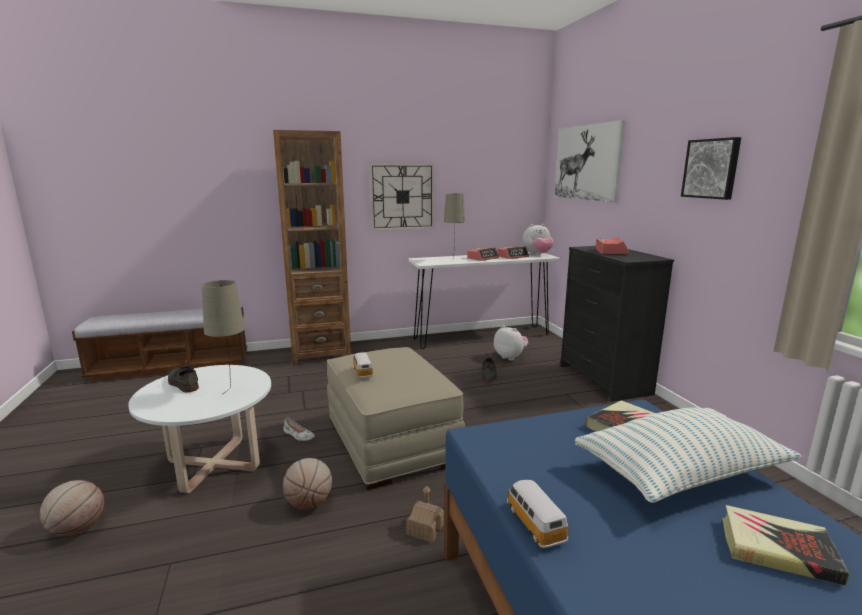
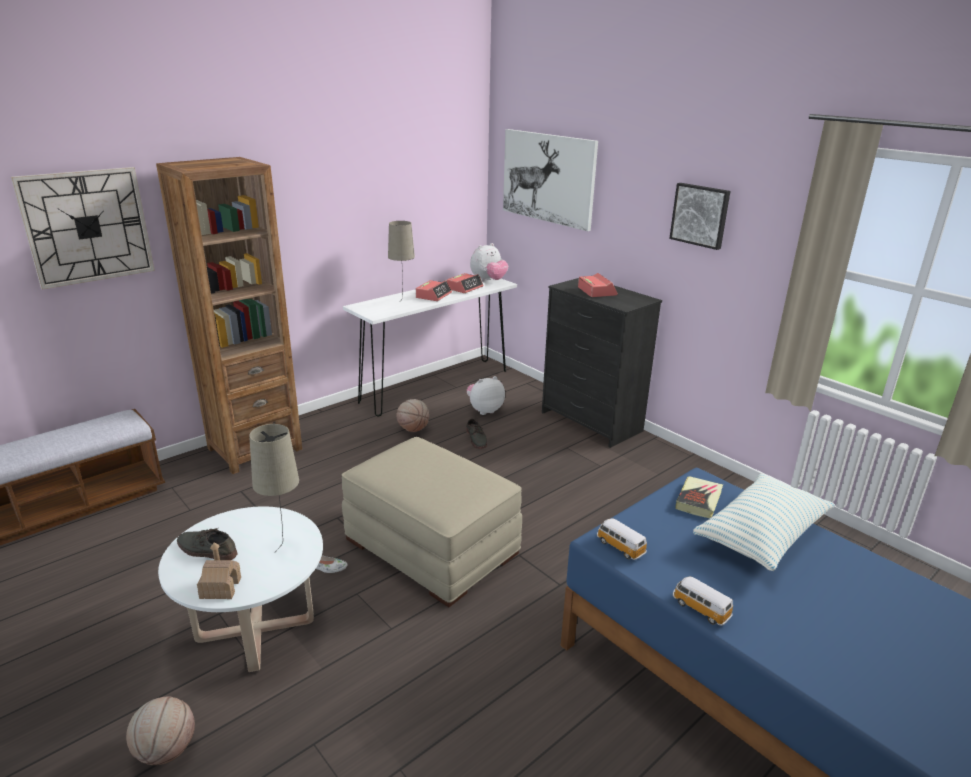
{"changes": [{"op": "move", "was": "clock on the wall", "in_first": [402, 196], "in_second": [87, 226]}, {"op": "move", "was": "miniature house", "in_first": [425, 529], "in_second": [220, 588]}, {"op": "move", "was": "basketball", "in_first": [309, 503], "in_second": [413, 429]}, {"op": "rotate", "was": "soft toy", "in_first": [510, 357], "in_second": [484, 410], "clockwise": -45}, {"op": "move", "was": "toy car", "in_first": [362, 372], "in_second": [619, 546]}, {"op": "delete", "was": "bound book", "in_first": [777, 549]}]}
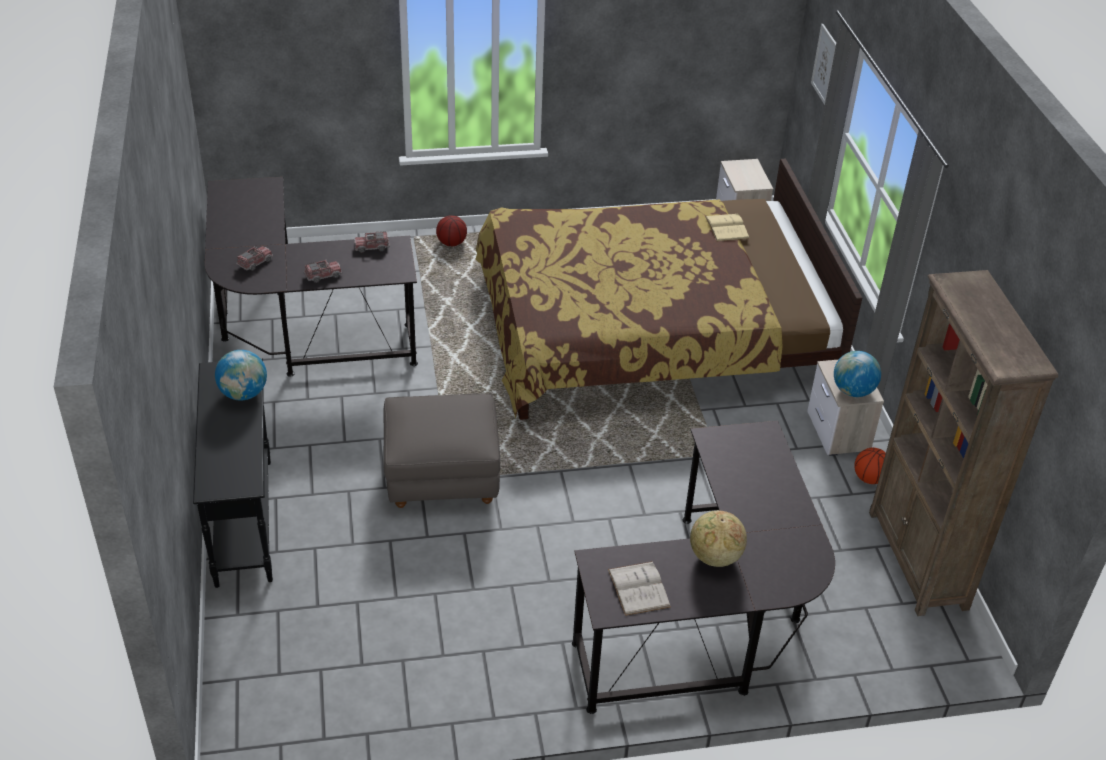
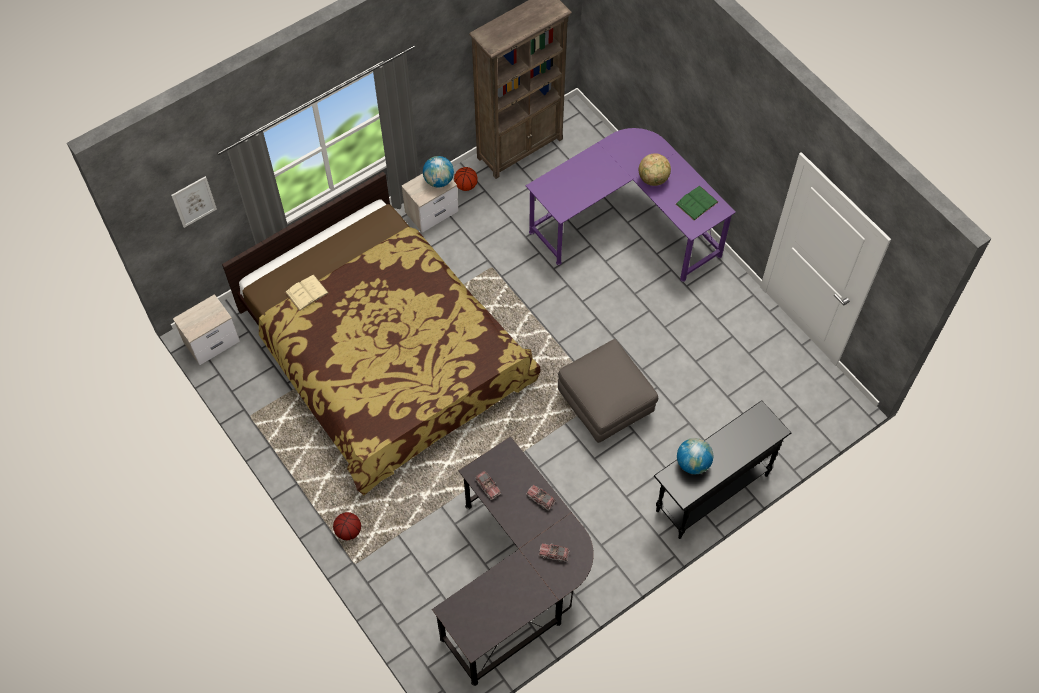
{"changes": [{"op": "recolor", "was": "desk table (black-coloured)", "now": "desk table (purplish)", "in_first": [710, 621], "in_second": [627, 226]}, {"op": "recolor", "was": "bound book (whitish)", "now": "bound book (greenish)", "in_first": [639, 588], "in_second": [696, 203]}]}
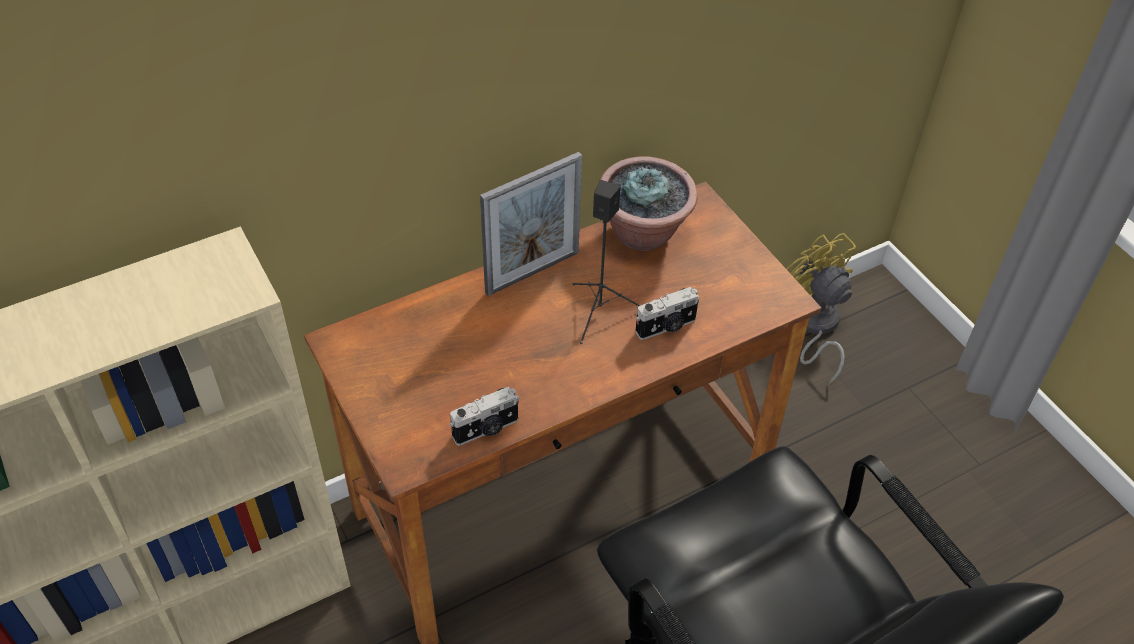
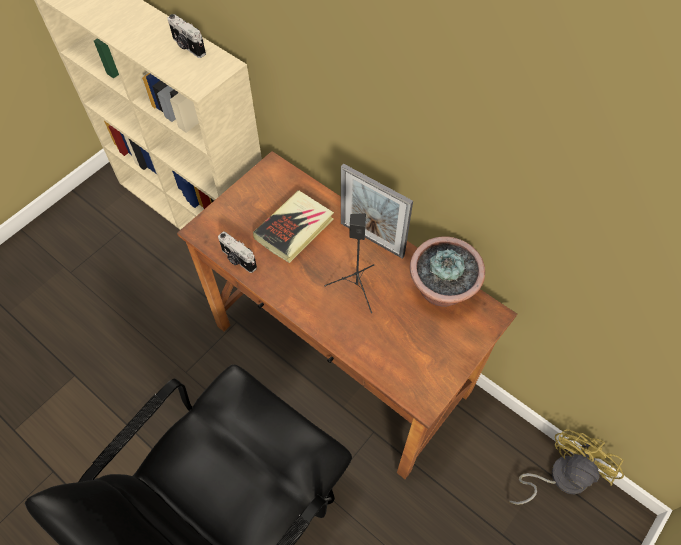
{"changes": [{"op": "move", "was": "still camera", "in_first": [666, 327], "in_second": [188, 47]}, {"op": "insert", "now": "bound book", "in_second": [294, 229]}]}
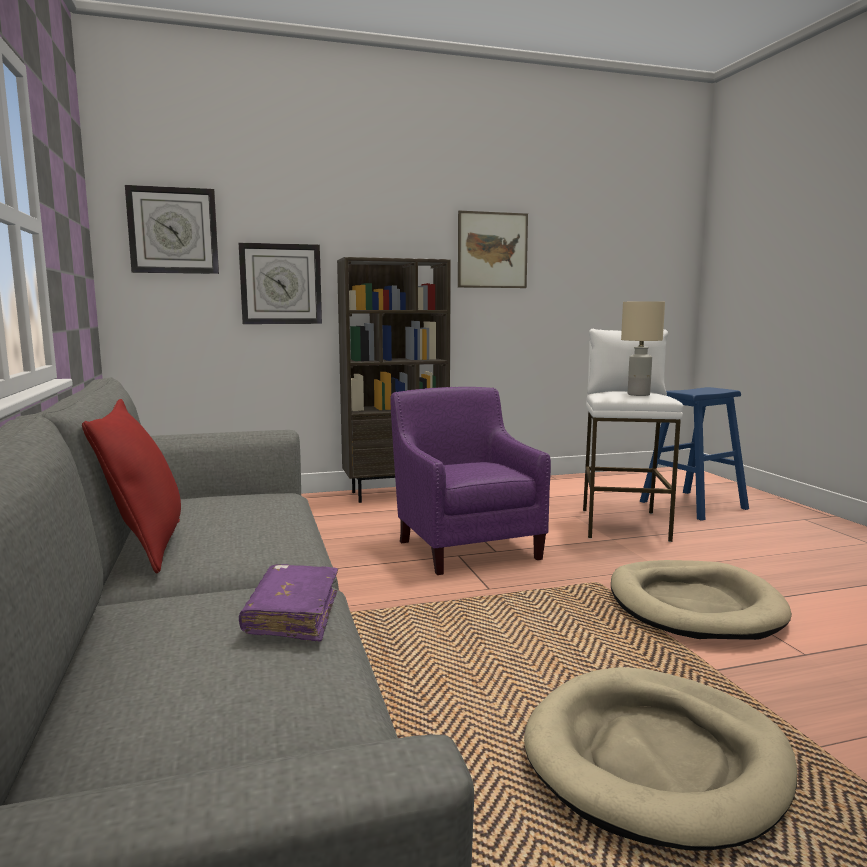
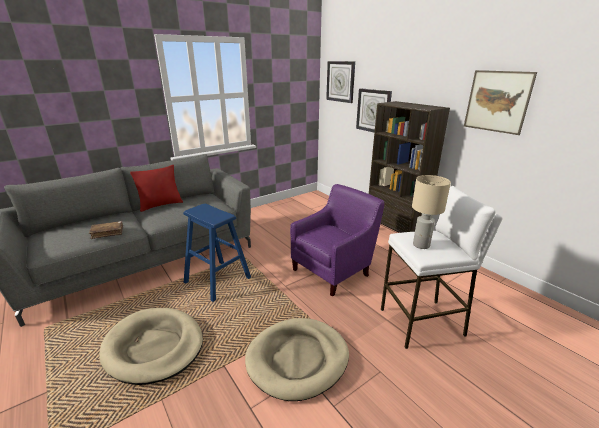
{"changes": [{"op": "recolor", "was": "bound book (purplish)", "now": "bound book (brownish)", "in_first": [293, 615], "in_second": [107, 233]}, {"op": "move", "was": "stool seat (blue)", "in_first": [693, 505], "in_second": [218, 280]}]}
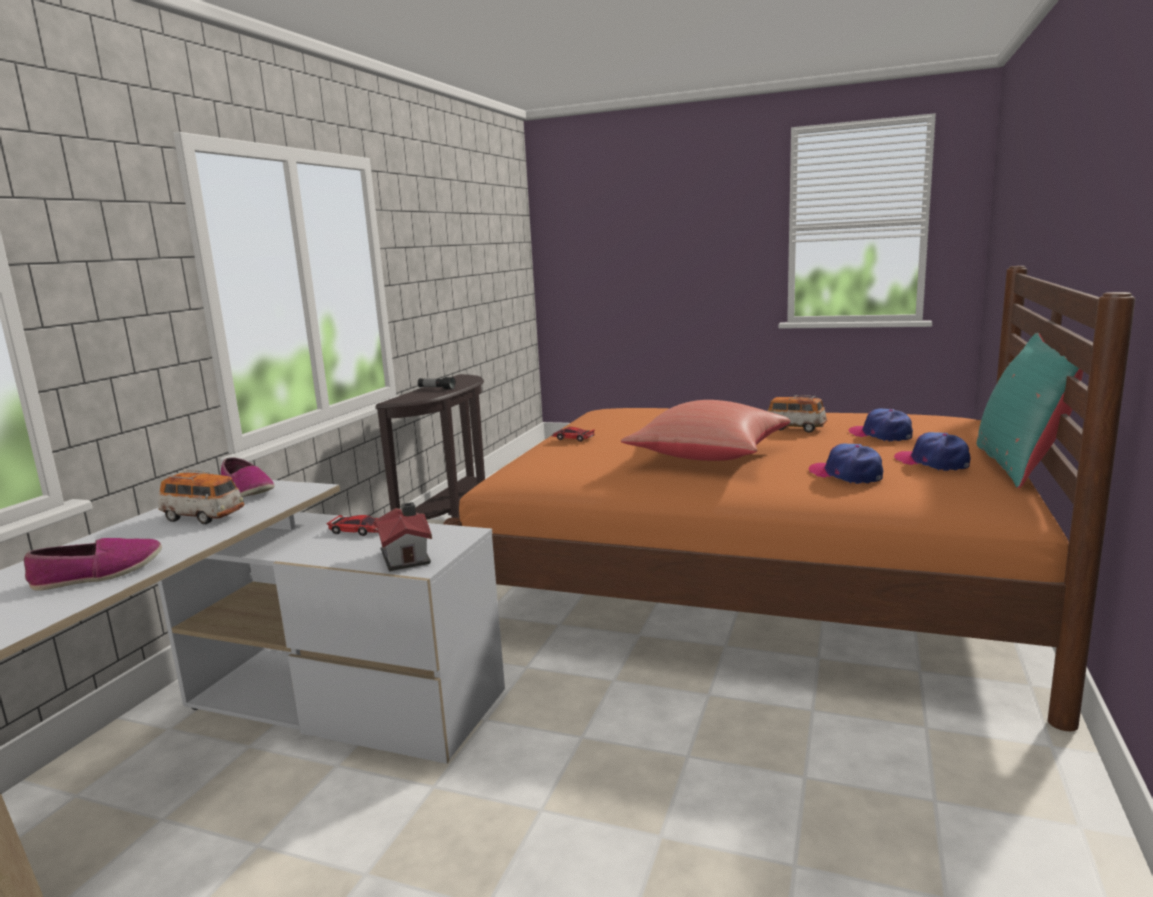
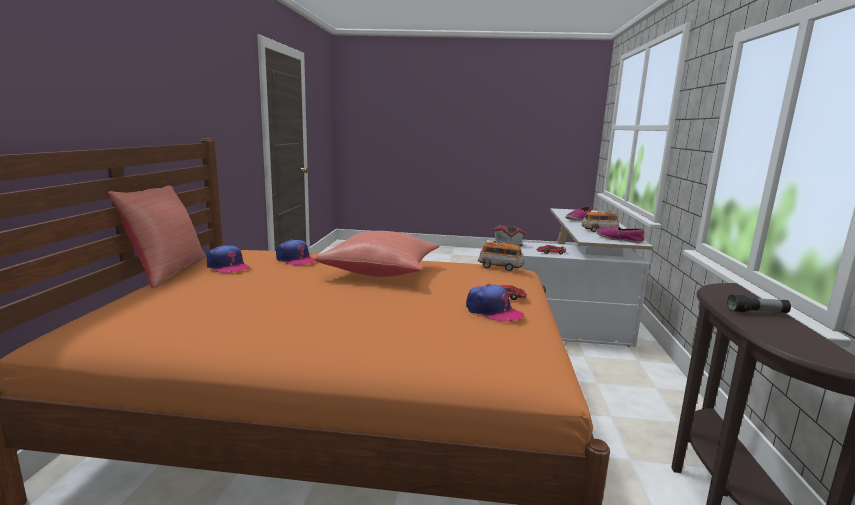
{"changes": [{"op": "recolor", "was": "throw pillow (blue-green)", "now": "throw pillow (red)", "in_first": [1020, 466], "in_second": [167, 271]}, {"op": "move", "was": "baseball cap", "in_first": [881, 435], "in_second": [493, 311]}, {"op": "move", "was": "toy car", "in_first": [795, 428], "in_second": [500, 267]}]}
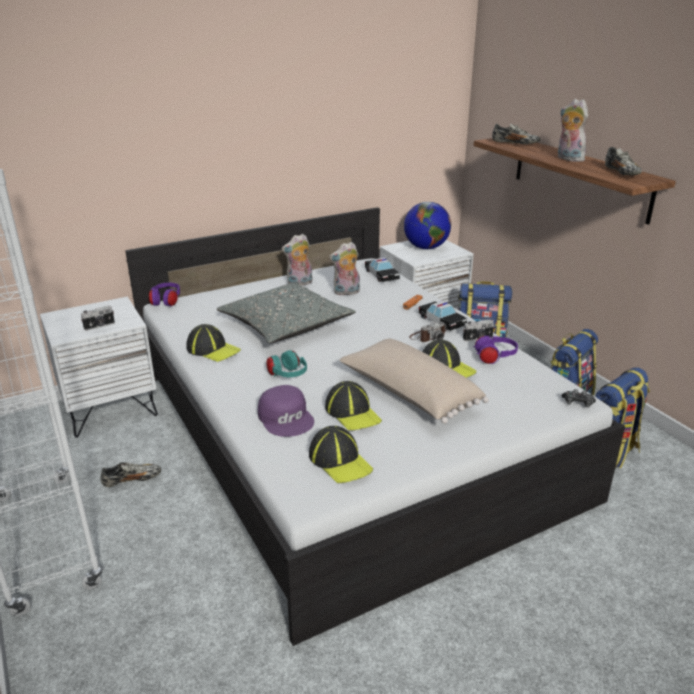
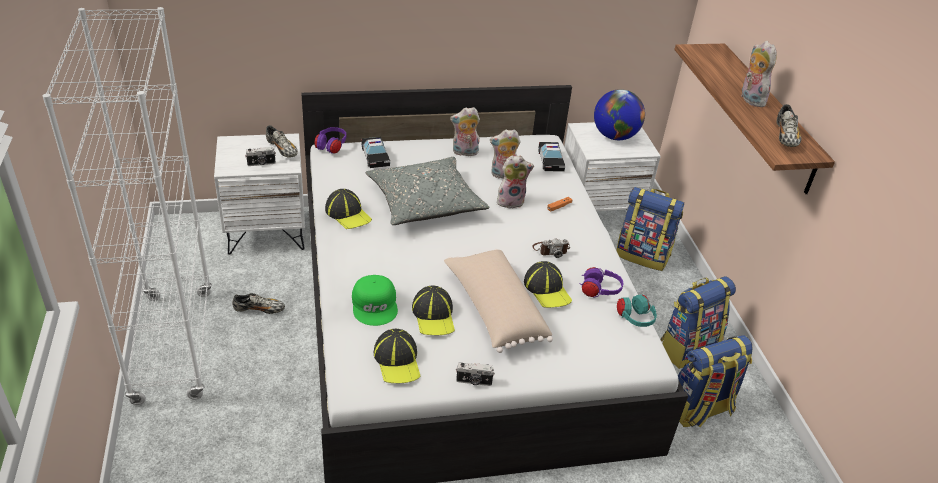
{"changes": [{"op": "move", "was": "shoe", "in_first": [515, 144], "in_second": [282, 150]}, {"op": "recolor", "was": "baseball cap (purplish)", "now": "baseball cap (greenish)", "in_first": [286, 417], "in_second": [375, 305]}, {"op": "move", "was": "toy car", "in_first": [442, 321], "in_second": [375, 157]}, {"op": "move", "was": "still camera", "in_first": [478, 338], "in_second": [474, 382]}, {"op": "insert", "now": "soft toy", "in_second": [511, 201]}, {"op": "move", "was": "headphones (blue-green)", "in_first": [287, 376], "in_second": [634, 319]}, {"op": "delete", "was": "gamepad", "in_first": [577, 403]}]}
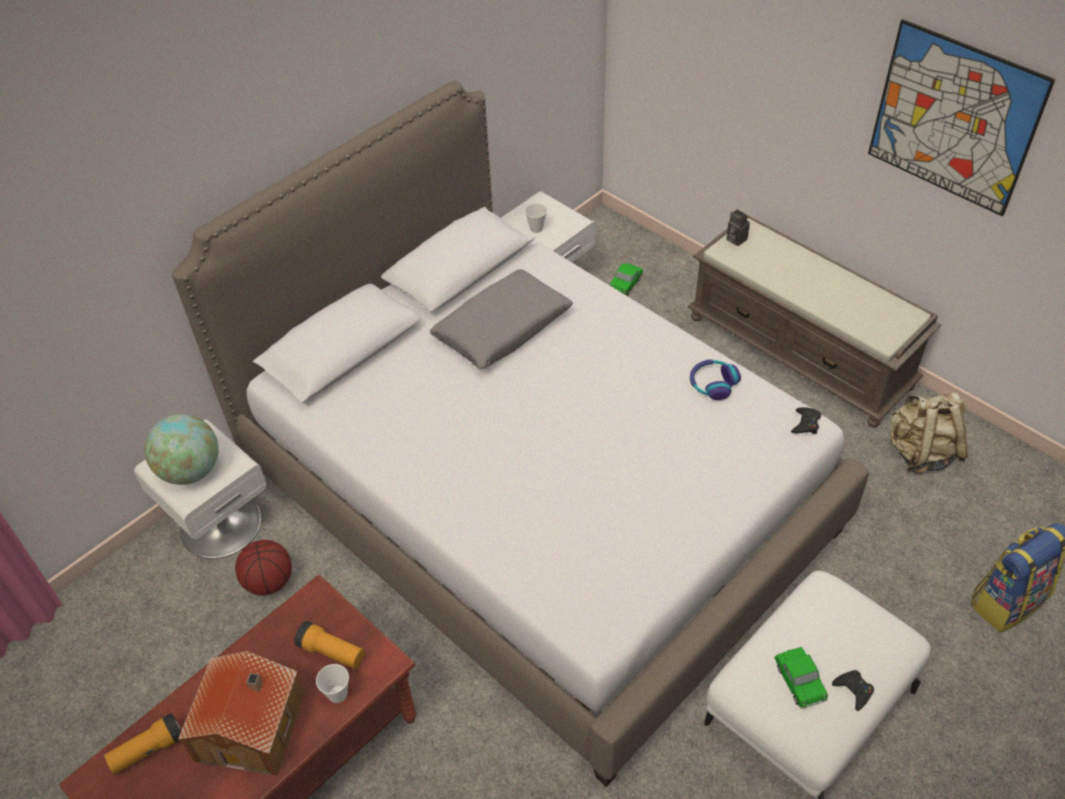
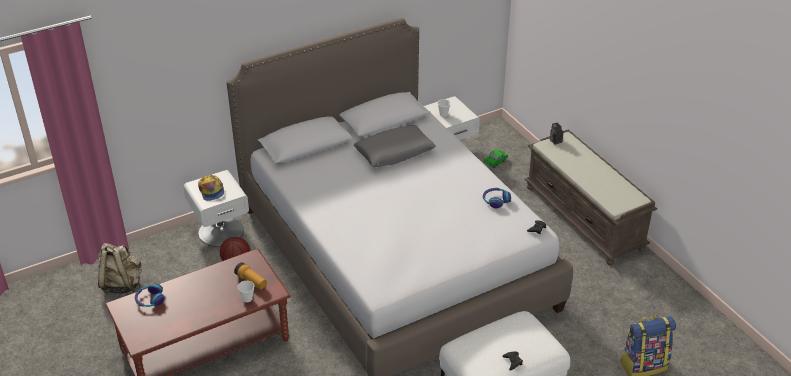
{"changes": [{"op": "move", "was": "backpack (beige)", "in_first": [920, 453], "in_second": [122, 284]}, {"op": "replace", "was": "flashlight", "now": "headphones", "in_first": [148, 750], "in_second": [150, 299]}, {"op": "replace", "was": "globe", "now": "baseball cap", "in_first": [191, 470], "in_second": [211, 191]}, {"op": "delete", "was": "miniature house", "in_first": [253, 726]}, {"op": "delete", "was": "toy car", "in_first": [799, 682]}, {"op": "delete", "was": "wall picture", "in_first": [954, 119]}]}
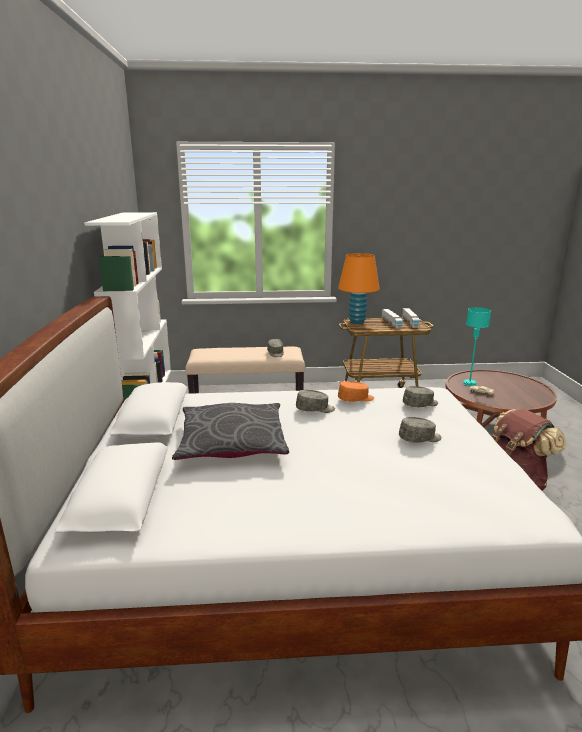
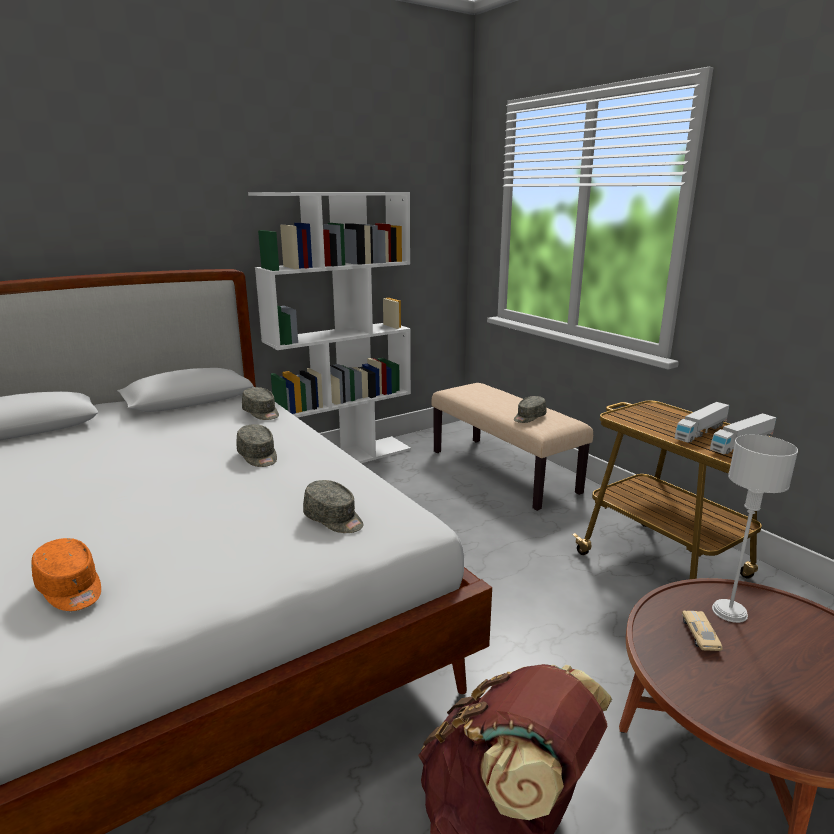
{"changes": [{"op": "move", "was": "baseball cap (orange)", "in_first": [356, 399], "in_second": [71, 589]}, {"op": "move", "was": "baseball cap (grey)", "in_first": [420, 438], "in_second": [261, 413]}, {"op": "recolor", "was": "lamp for a table (blue-green)", "now": "lamp for a table (grey)", "in_first": [469, 383], "in_second": [729, 612]}, {"op": "delete", "was": "throw pillow (grey)", "in_first": [232, 443]}, {"op": "delete", "was": "lamp for a table (orange)", "in_first": [357, 322]}]}
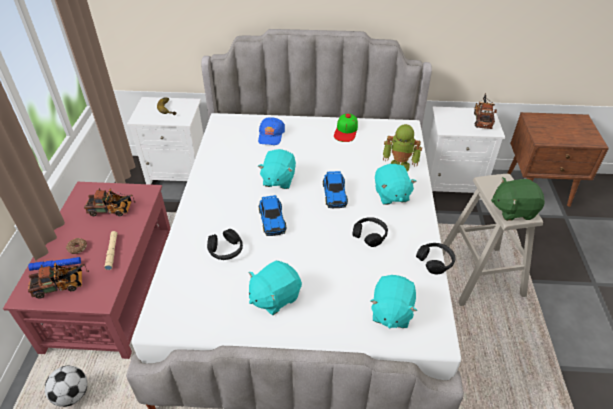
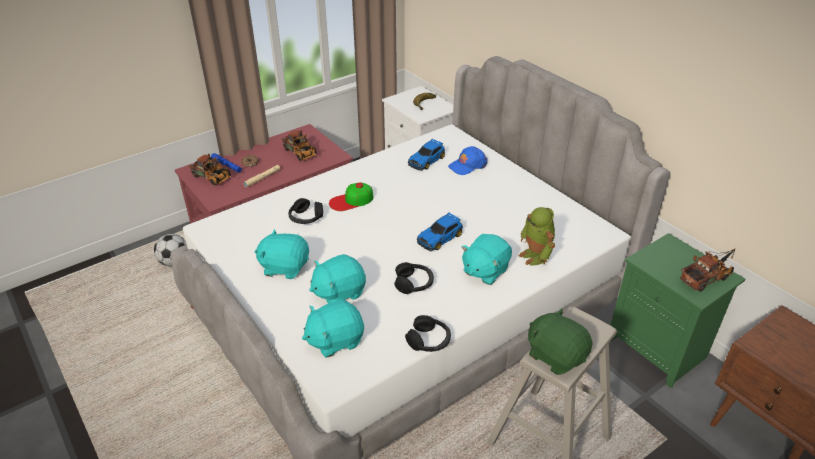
{"changes": [{"op": "move", "was": "soft toy (blue-green)", "in_first": [278, 179], "in_second": [339, 292]}, {"op": "move", "was": "baseball cap", "in_first": [346, 131], "in_second": [351, 200]}, {"op": "move", "was": "toy car", "in_first": [272, 220], "in_second": [427, 160]}, {"op": "recolor", "was": "nightstand (whitish)", "now": "nightstand (greenish)", "in_first": [452, 184], "in_second": [658, 349]}]}
